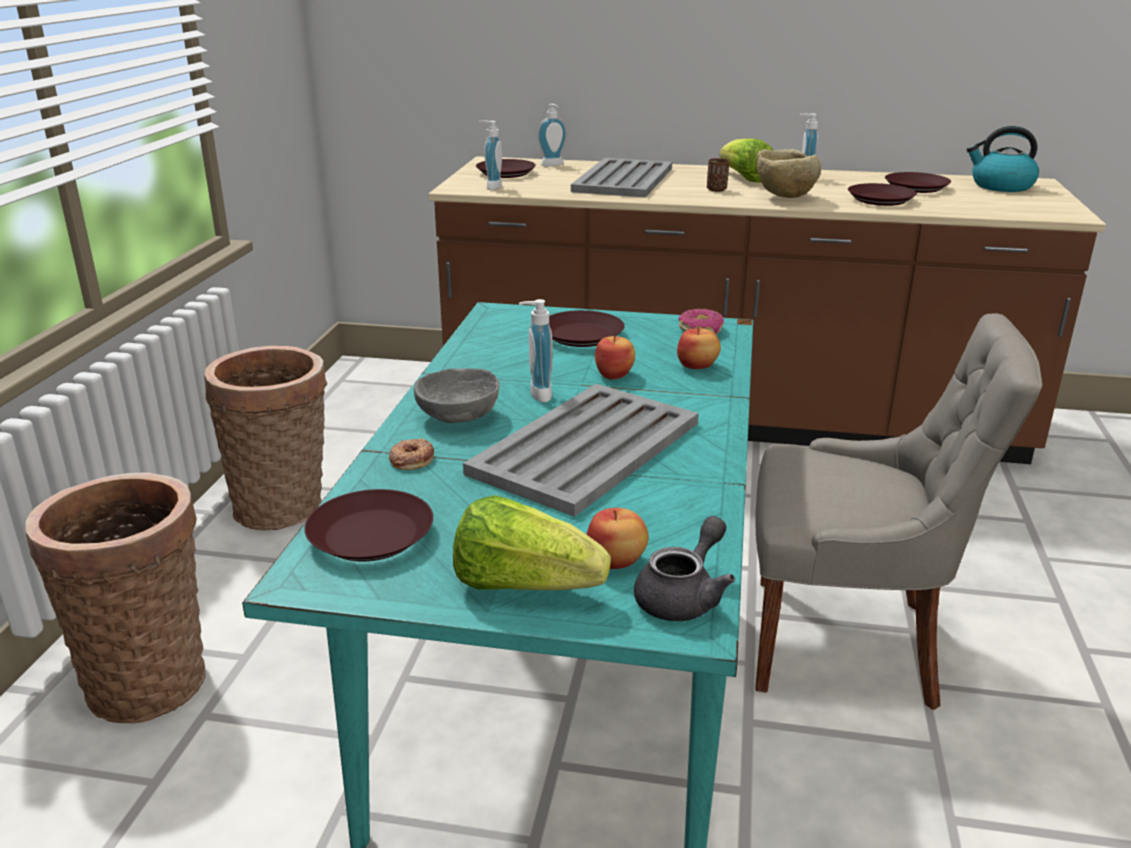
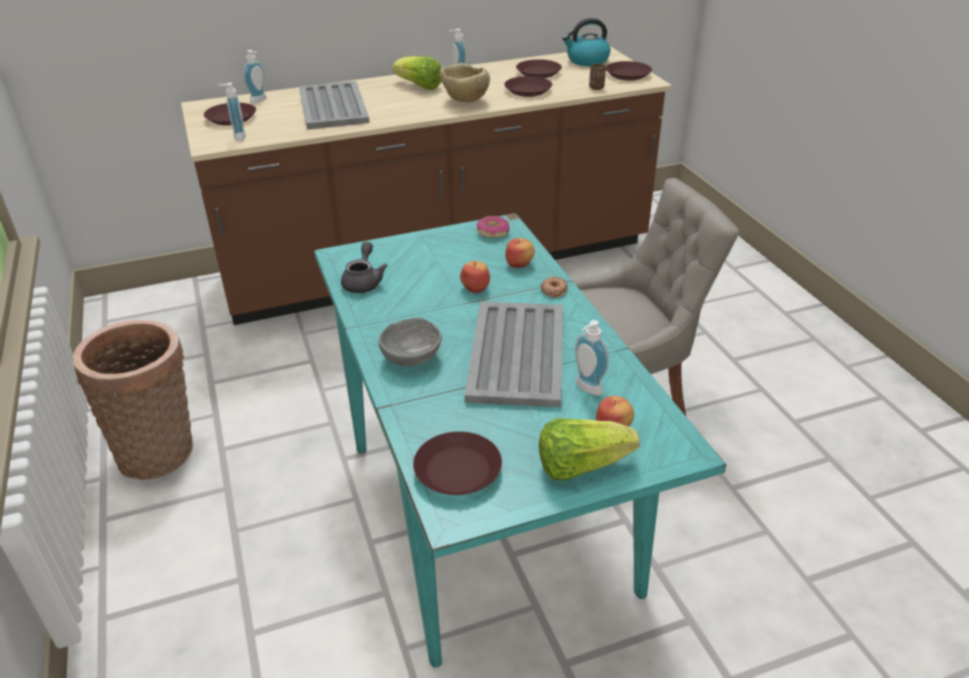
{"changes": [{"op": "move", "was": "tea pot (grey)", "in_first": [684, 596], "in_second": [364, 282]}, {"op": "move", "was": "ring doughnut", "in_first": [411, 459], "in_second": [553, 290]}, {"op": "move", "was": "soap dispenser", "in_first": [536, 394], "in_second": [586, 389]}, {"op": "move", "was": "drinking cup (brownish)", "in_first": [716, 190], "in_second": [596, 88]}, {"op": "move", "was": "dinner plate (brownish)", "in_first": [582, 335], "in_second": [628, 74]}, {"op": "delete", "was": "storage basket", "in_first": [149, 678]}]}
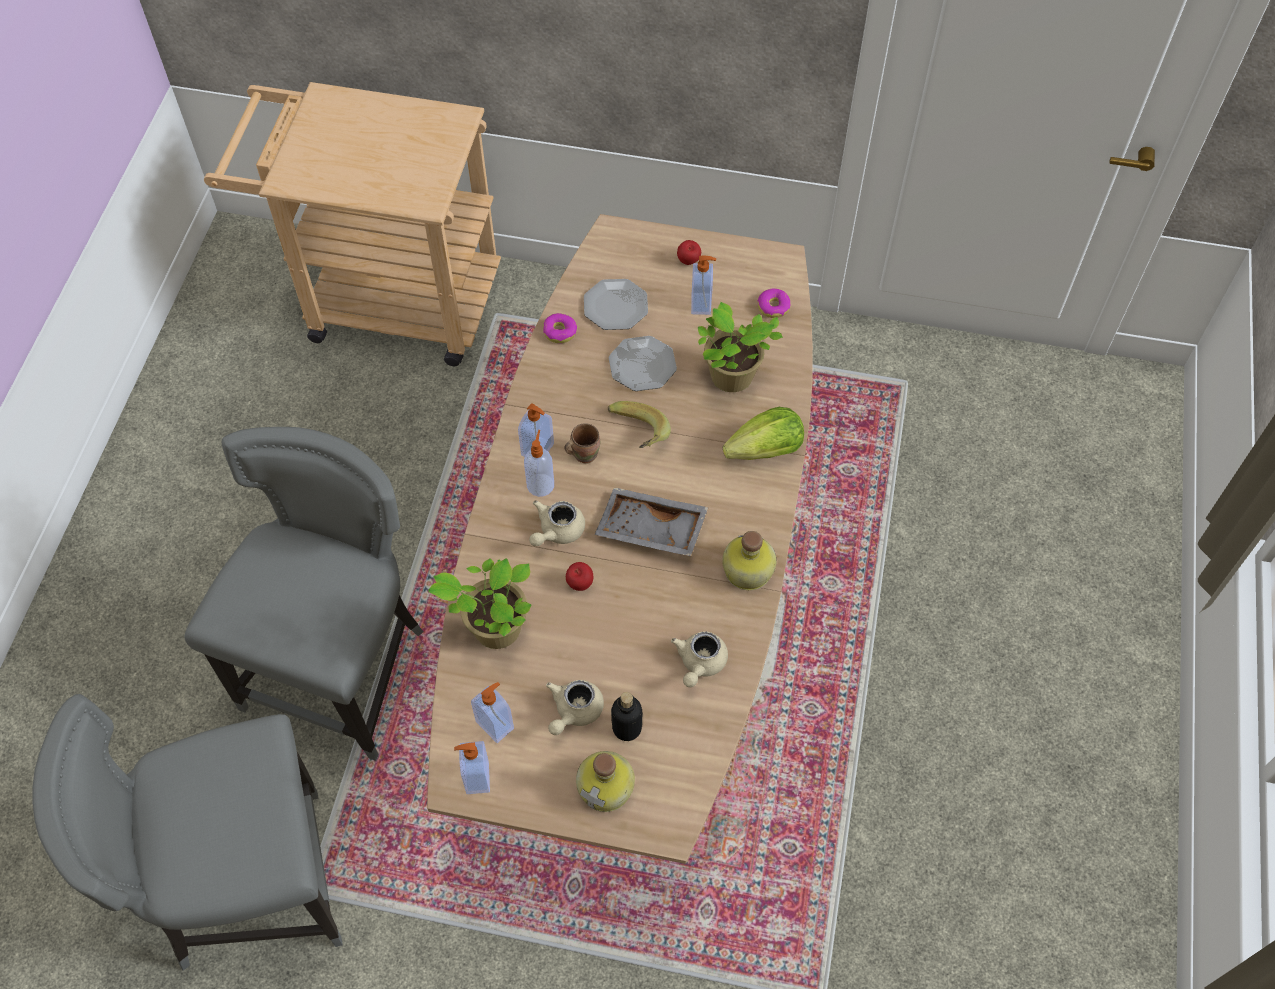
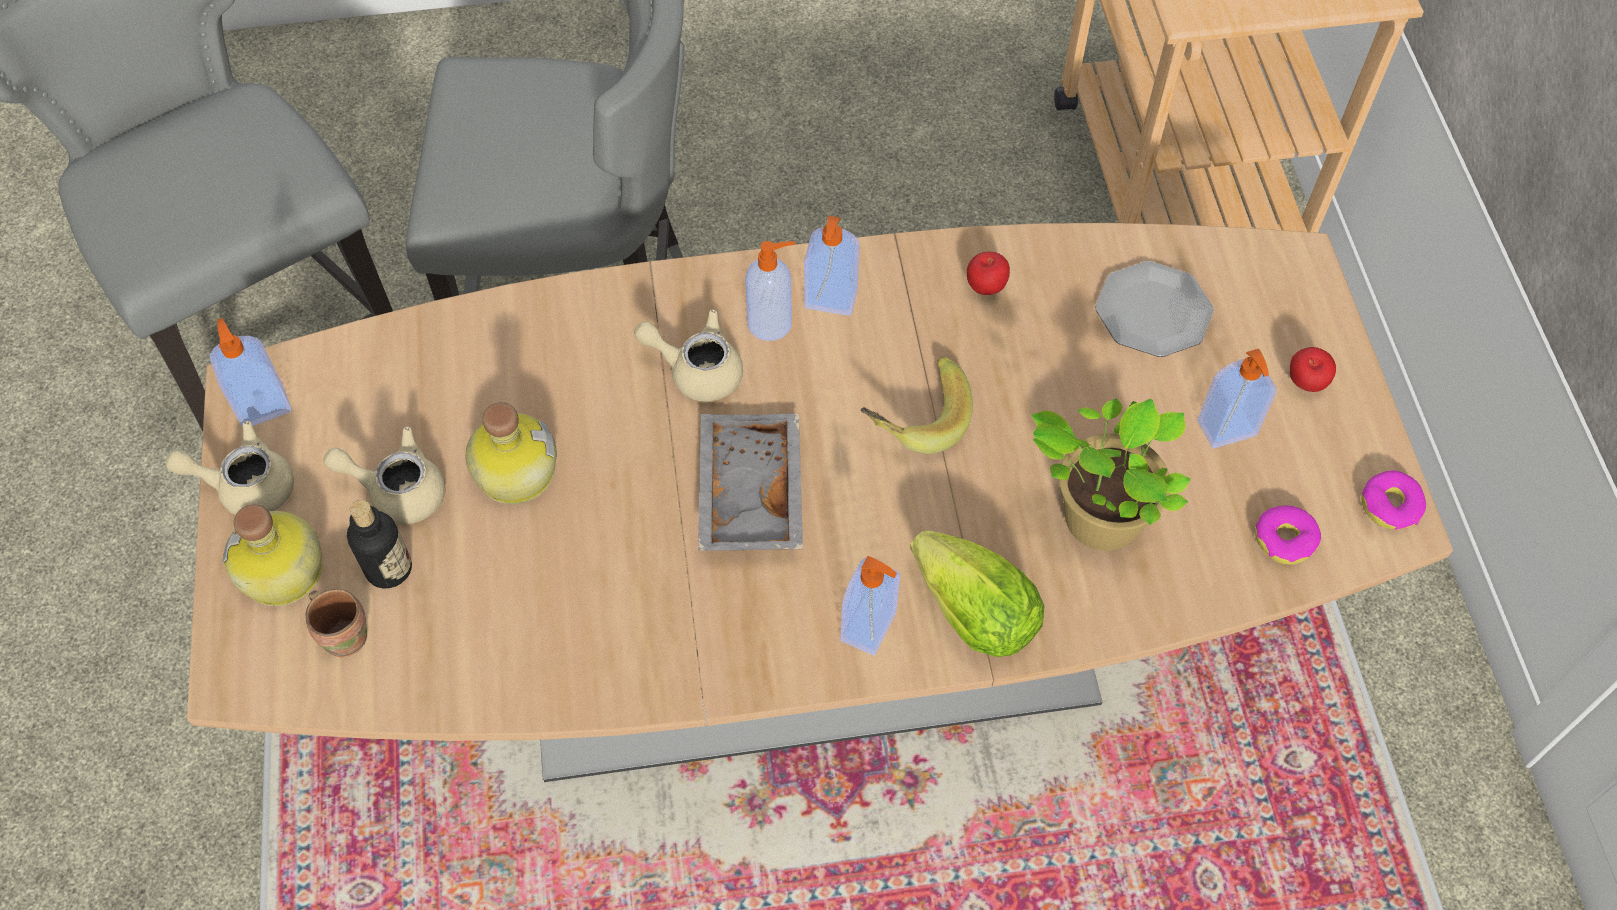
{"changes": [{"op": "move", "was": "tea pot (beige)", "in_first": [699, 663], "in_second": [246, 486]}, {"op": "move", "was": "mug (brownish)", "in_first": [583, 453], "in_second": [346, 635]}, {"op": "move", "was": "drink bottle", "in_first": [746, 571], "in_second": [514, 471]}, {"op": "move", "was": "soap dispenser", "in_first": [496, 724], "in_second": [870, 628]}, {"op": "move", "was": "apple", "in_first": [579, 584], "in_second": [985, 287]}, {"op": "move", "was": "ring doughnut", "in_first": [560, 332], "in_second": [1390, 506]}, {"op": "delete", "was": "plant in a pot", "in_first": [493, 630]}, {"op": "delete", "was": "dinner plate", "in_first": [642, 365]}]}
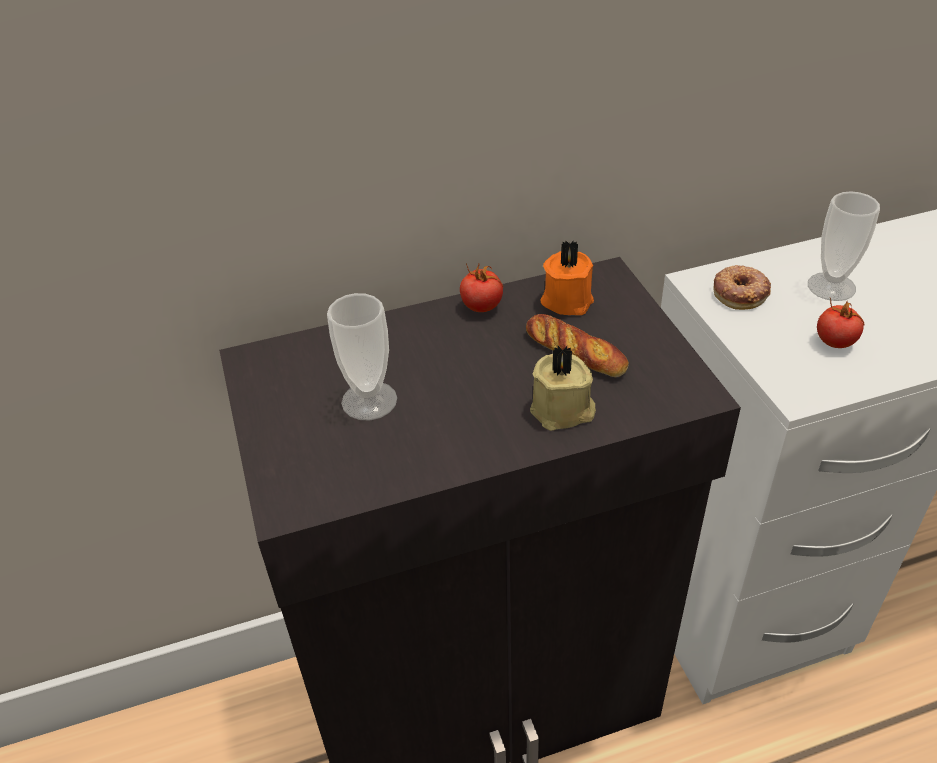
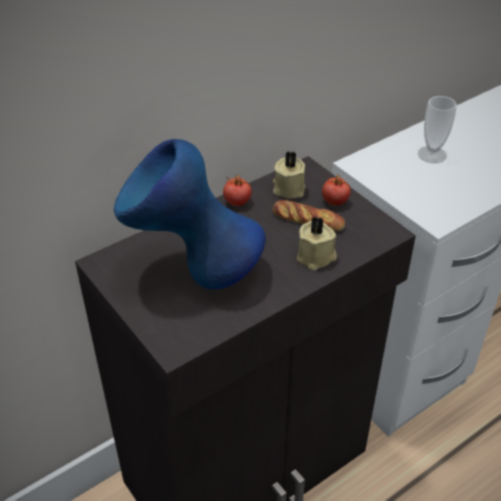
{"changes": [{"op": "replace", "was": "drinking cup", "now": "flower vase (blue)", "in_first": [369, 401], "in_second": [194, 274]}, {"op": "recolor", "was": "wax light (orange)", "now": "wax light (beige)", "in_first": [566, 299], "in_second": [288, 188]}, {"op": "move", "was": "whole tomato", "in_first": [835, 342], "in_second": [335, 201]}, {"op": "delete", "was": "ring doughnut", "in_first": [740, 292]}]}
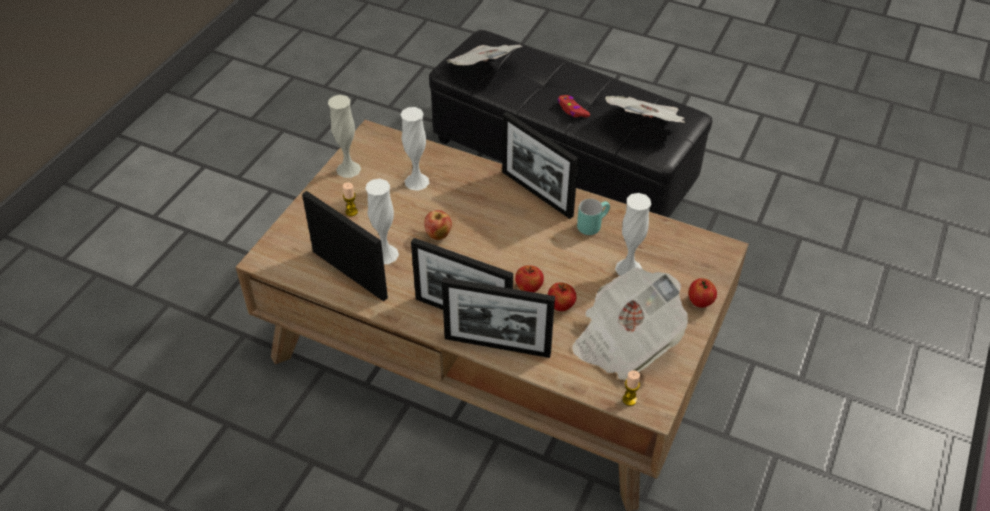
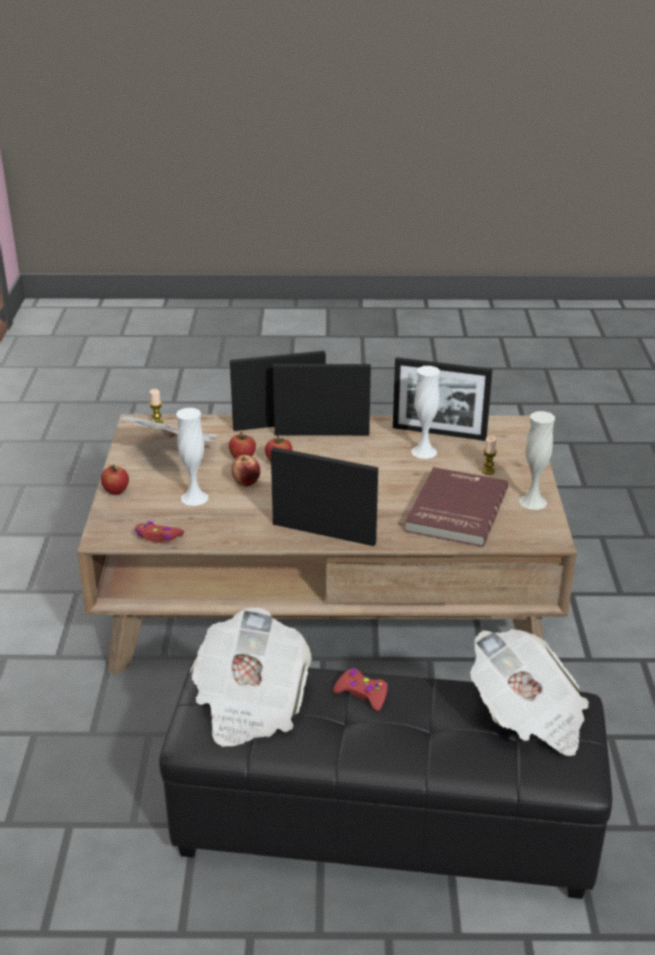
{"changes": [{"op": "insert", "now": "gamepad (red)", "in_second": [158, 537]}, {"op": "move", "was": "apple", "in_first": [438, 235], "in_second": [246, 483]}, {"op": "replace", "was": "flower vase (whitish)", "now": "bound book (red)", "in_first": [417, 181], "in_second": [454, 510]}, {"op": "delete", "was": "mug (blue-green)", "in_first": [591, 224]}]}
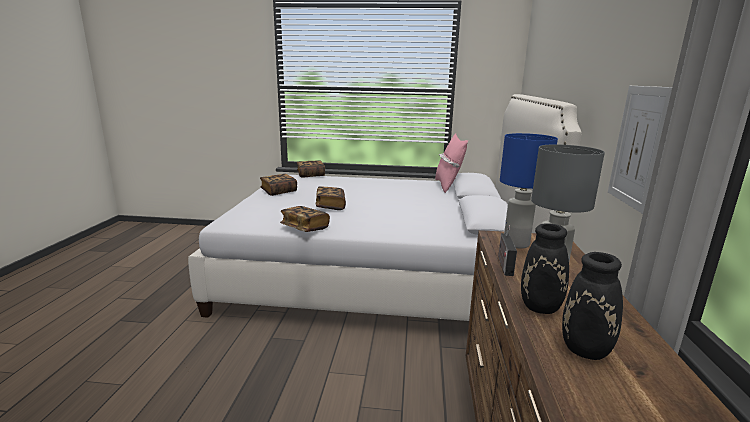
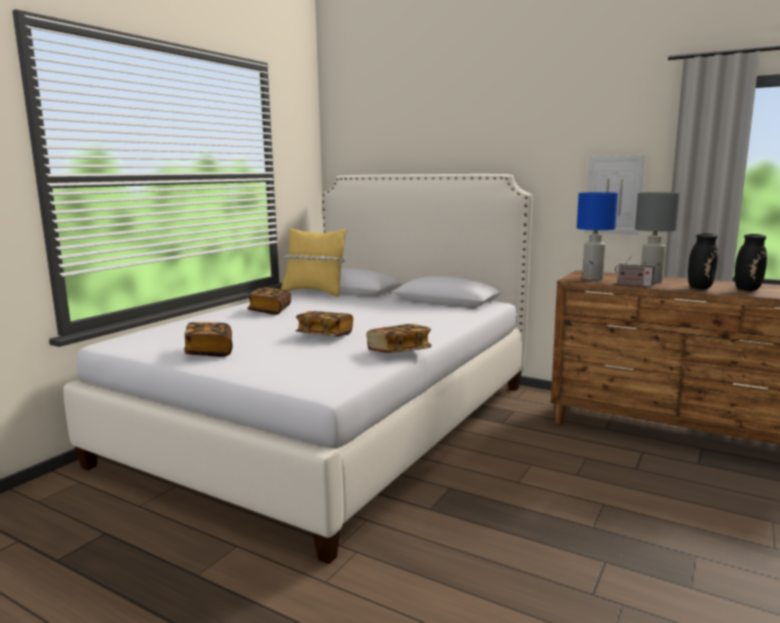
{"changes": [{"op": "move", "was": "bound book", "in_first": [310, 175], "in_second": [270, 310]}, {"op": "recolor", "was": "throw pillow (pink)", "now": "throw pillow (yellow-coloured)", "in_first": [448, 186], "in_second": [314, 292]}]}
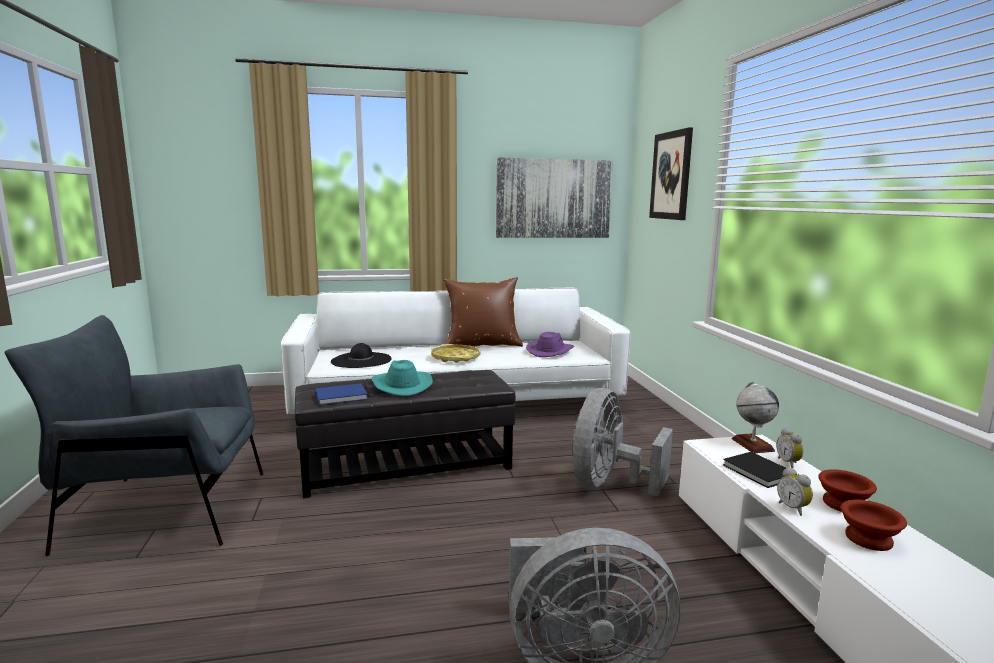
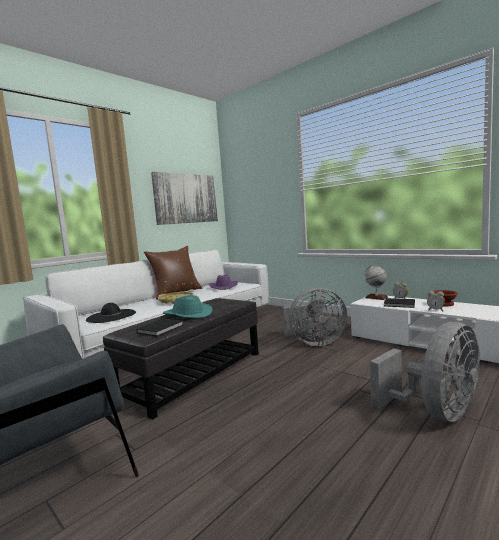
{"changes": [{"op": "recolor", "was": "bound book (blue)", "now": "bound book (black-coloured)", "in_first": [343, 396], "in_second": [161, 328]}, {"op": "rotate", "was": "electric fan (grey)", "in_first": [608, 484], "in_second": [314, 342], "clockwise": -90}, {"op": "delete", "was": "wall picture", "in_first": [671, 175]}, {"op": "delete", "was": "deep dish (brownish)", "in_first": [870, 539]}]}
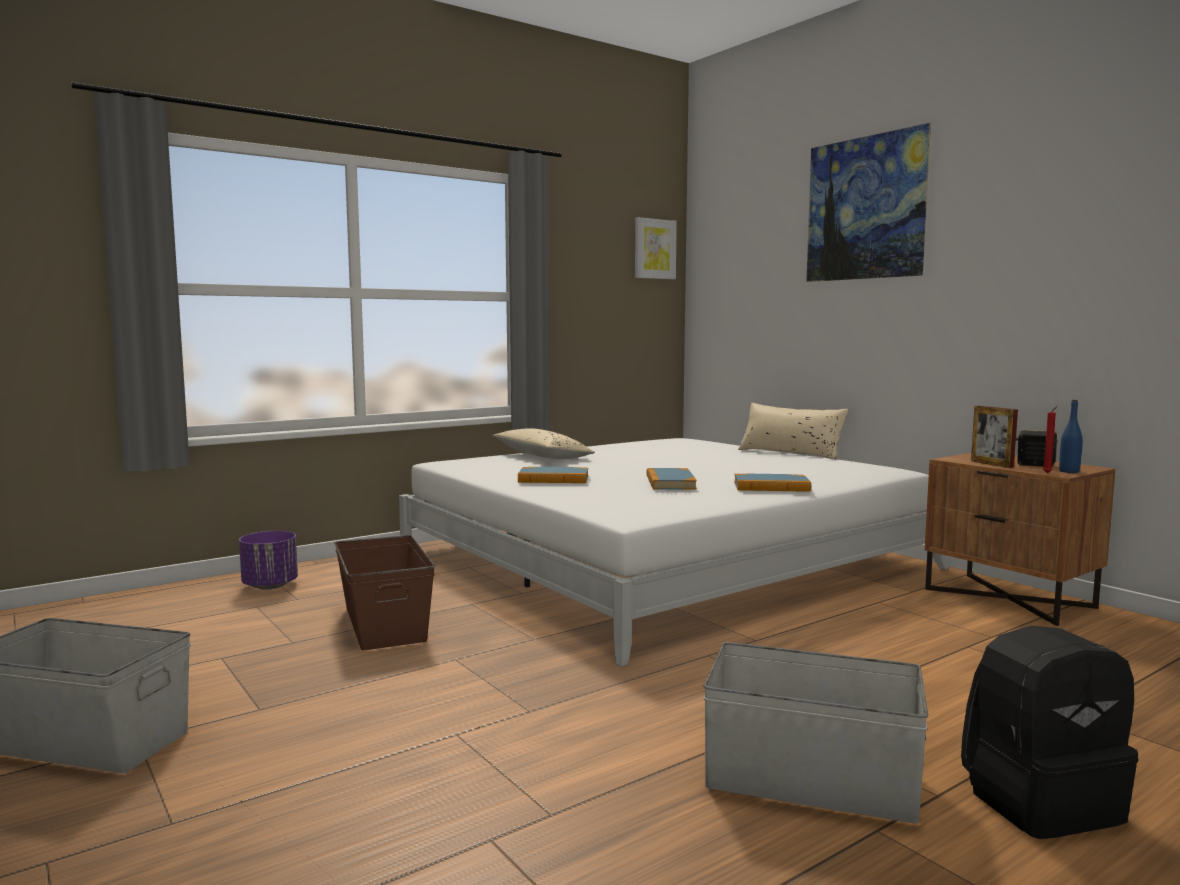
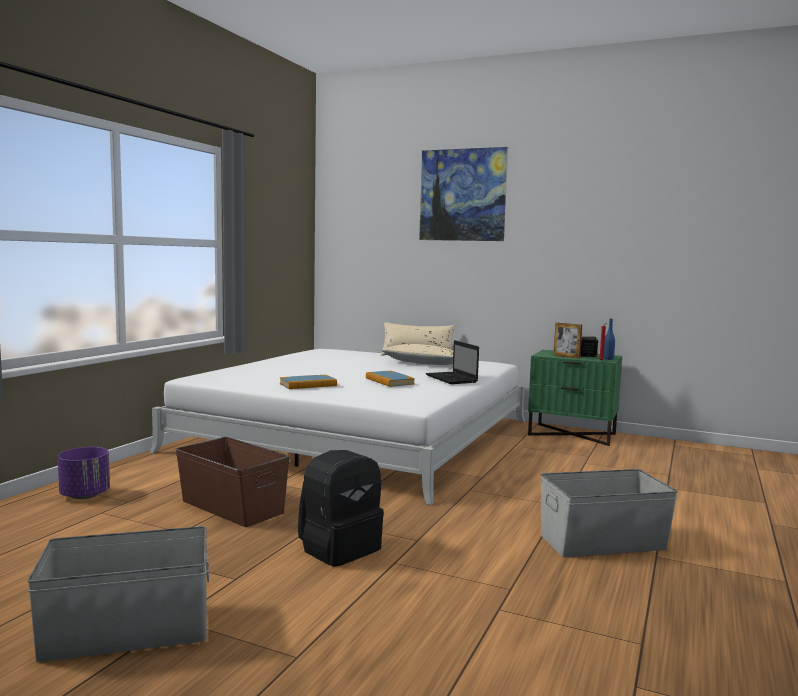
{"changes": [{"op": "move", "was": "backpack (black-coloured)", "in_first": [1040, 801], "in_second": [339, 548]}, {"op": "move", "was": "throw pillow (beige)", "in_first": [542, 456], "in_second": [423, 364]}, {"op": "replace", "was": "bound book", "now": "portable computer", "in_first": [771, 487], "in_second": [452, 379]}, {"op": "recolor", "was": "nightstand (brownish)", "now": "nightstand (greenish)", "in_first": [1010, 598], "in_second": [572, 434]}, {"op": "delete", "was": "wall picture", "in_first": [654, 249]}]}
